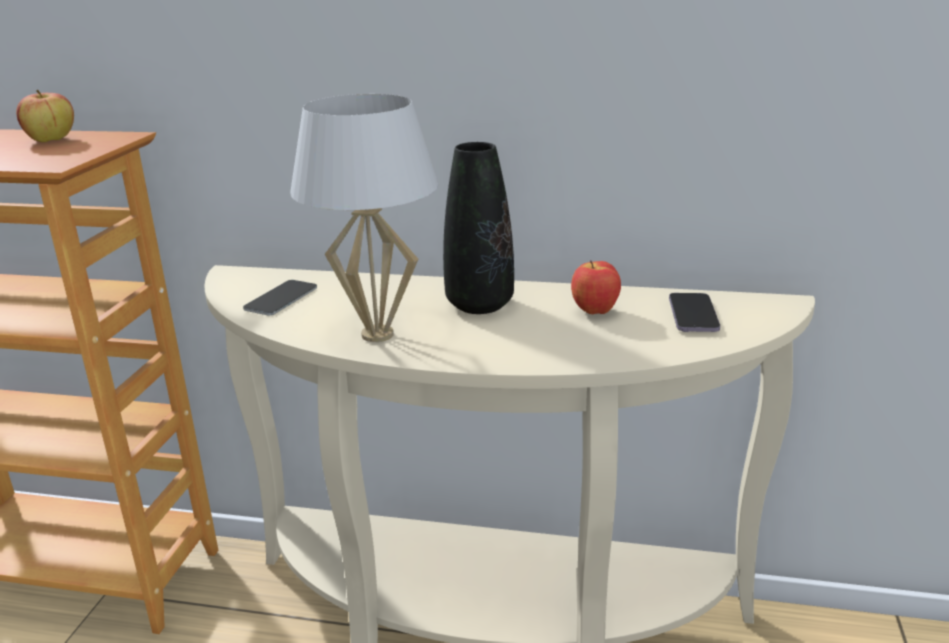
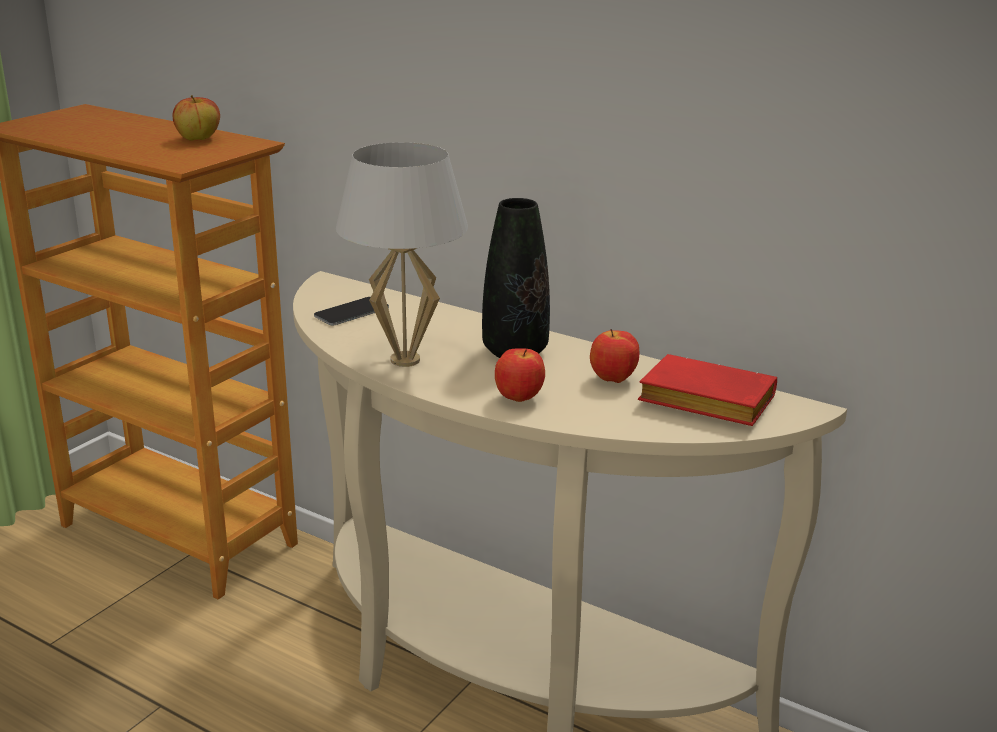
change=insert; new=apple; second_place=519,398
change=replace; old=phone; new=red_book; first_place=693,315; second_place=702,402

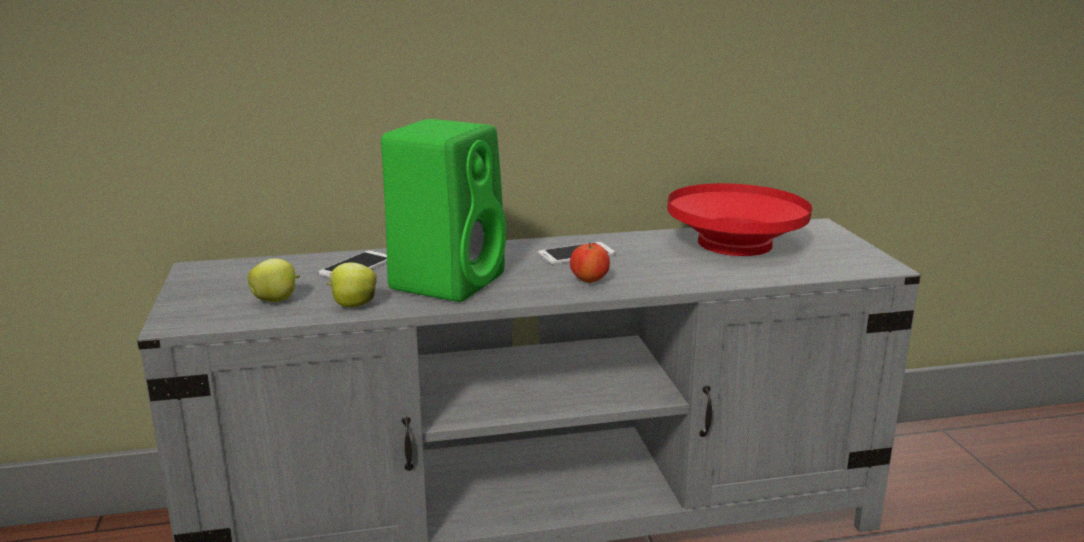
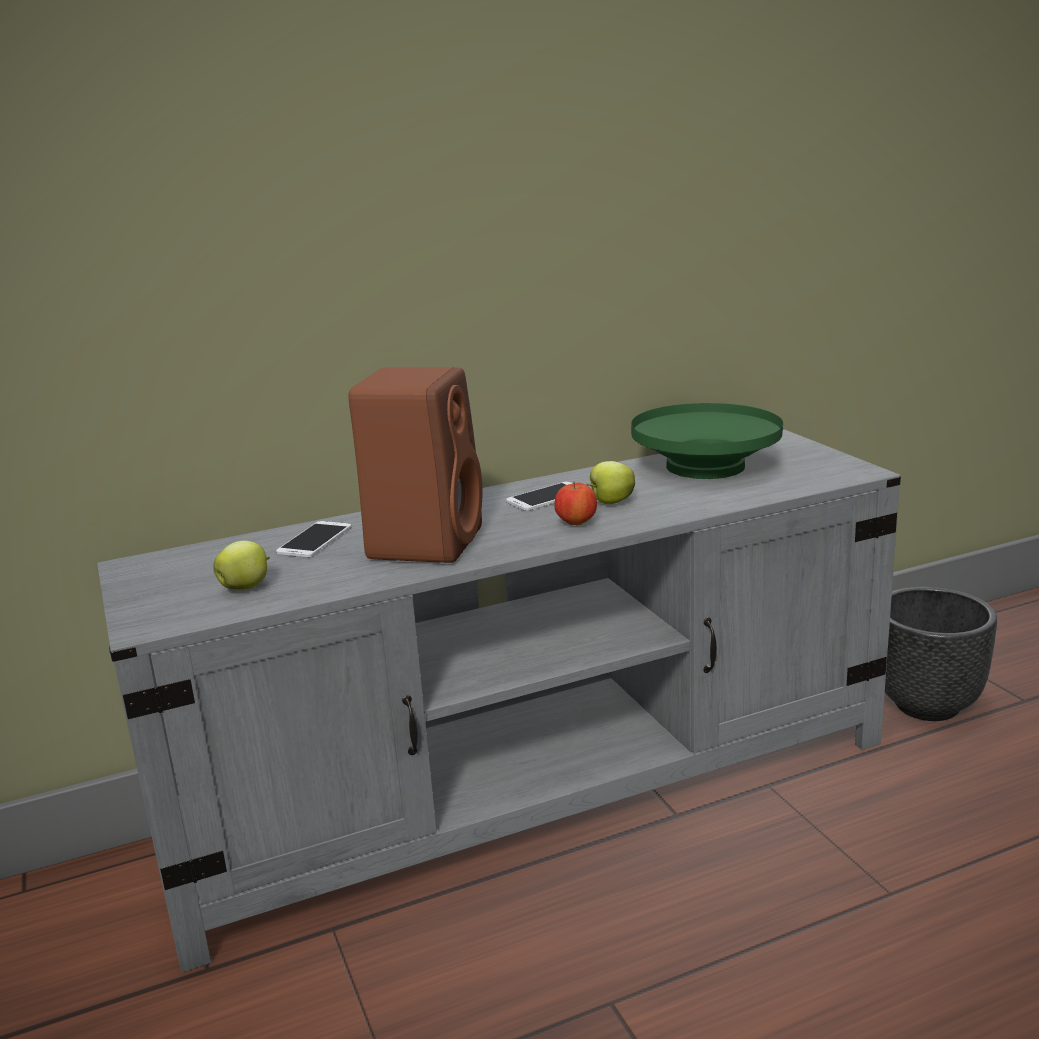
change=recolor; old=green_speaker; new=brown_speaker; first_place=448,280; second_place=425,542
change=move; old=apple; first_place=353,305; second_place=610,502
change=recolor; old=red_bowl; new=green_bowl; first_place=735,244; second_place=706,467
change=insert; new=black_planter; second_place=928,705

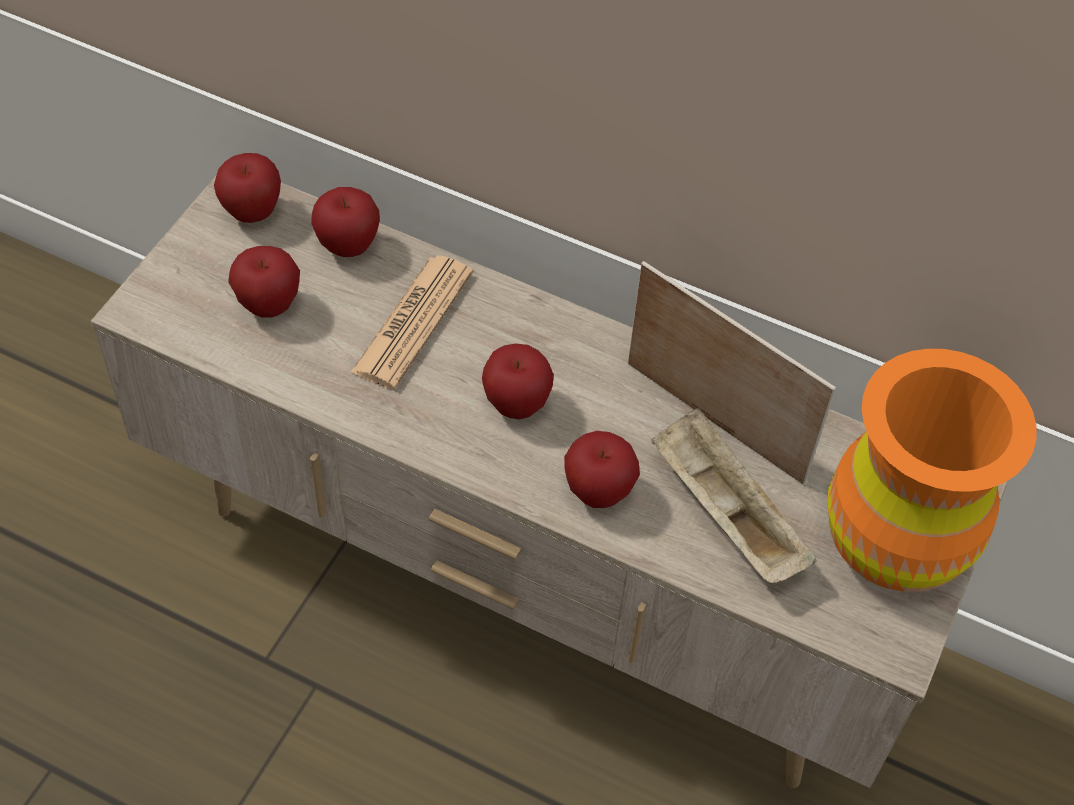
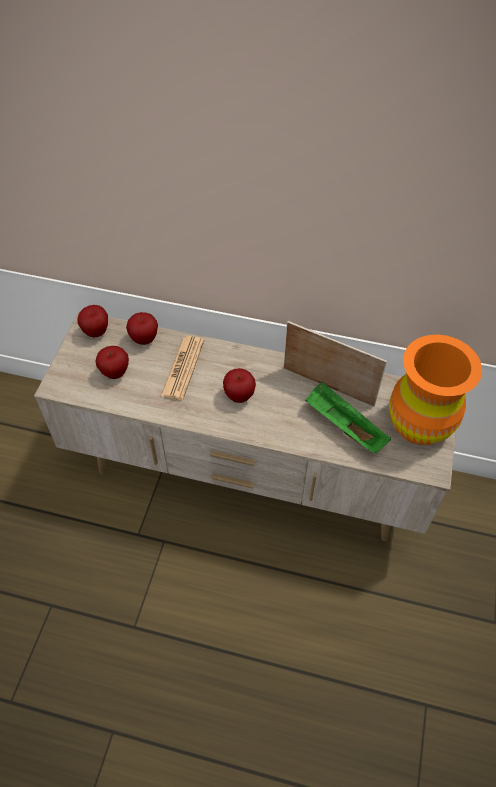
change=recolor; old=beige_tray; new=green_tray; first_place=723,513; second_place=343,426
change=delete; old=apple; first_place=598,492

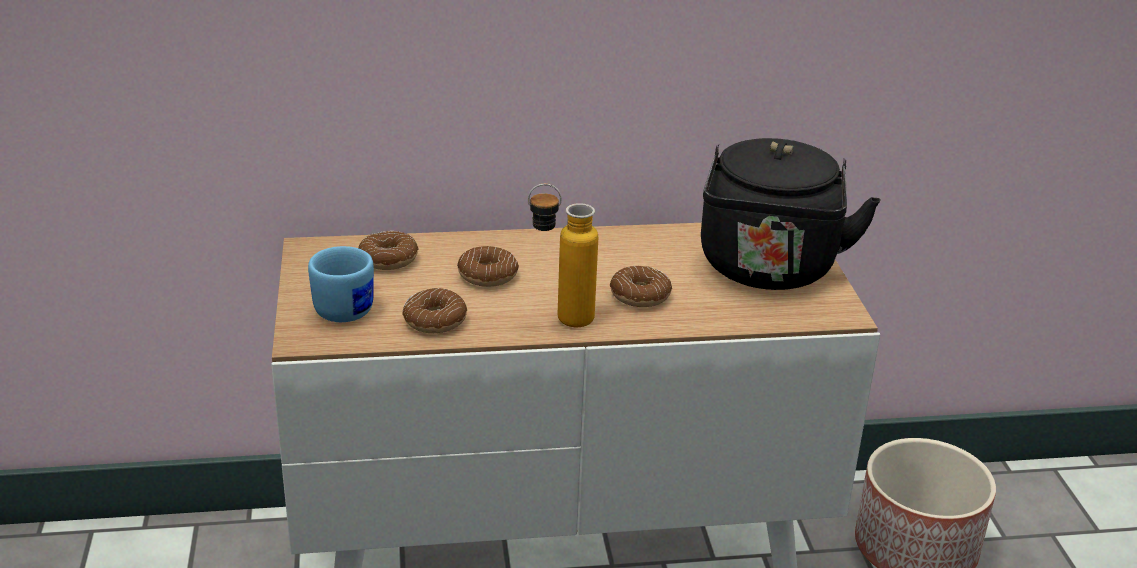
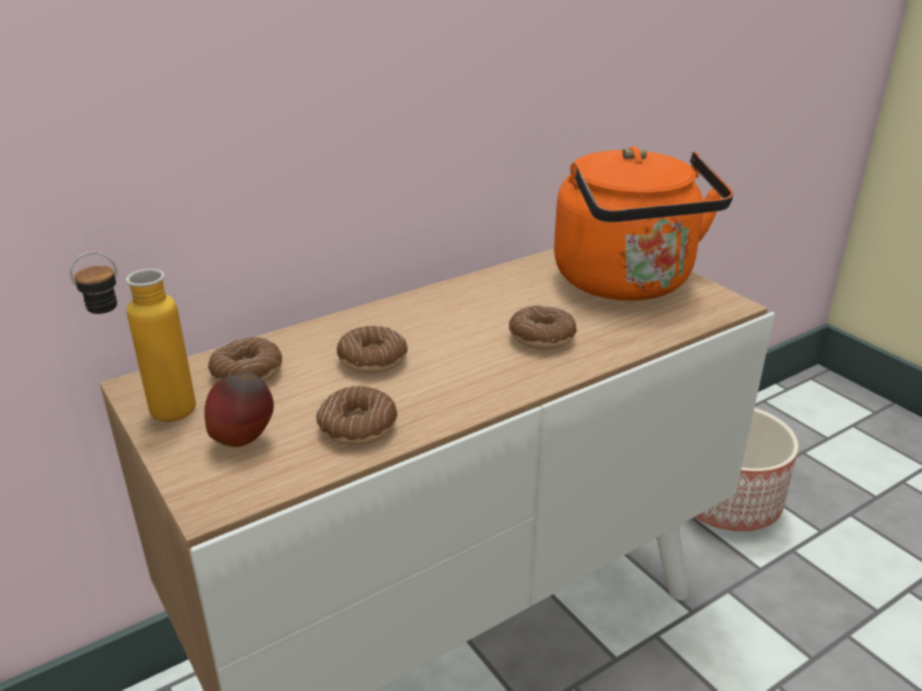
change=move; old=bottle; first_place=560,319; second_place=153,416
change=replace; old=blue_mug; new=apple; first_place=350,307; second_place=244,441
change=recolor; old=black_kettle; new=orange_kettle; first_place=768,271; second_place=628,284

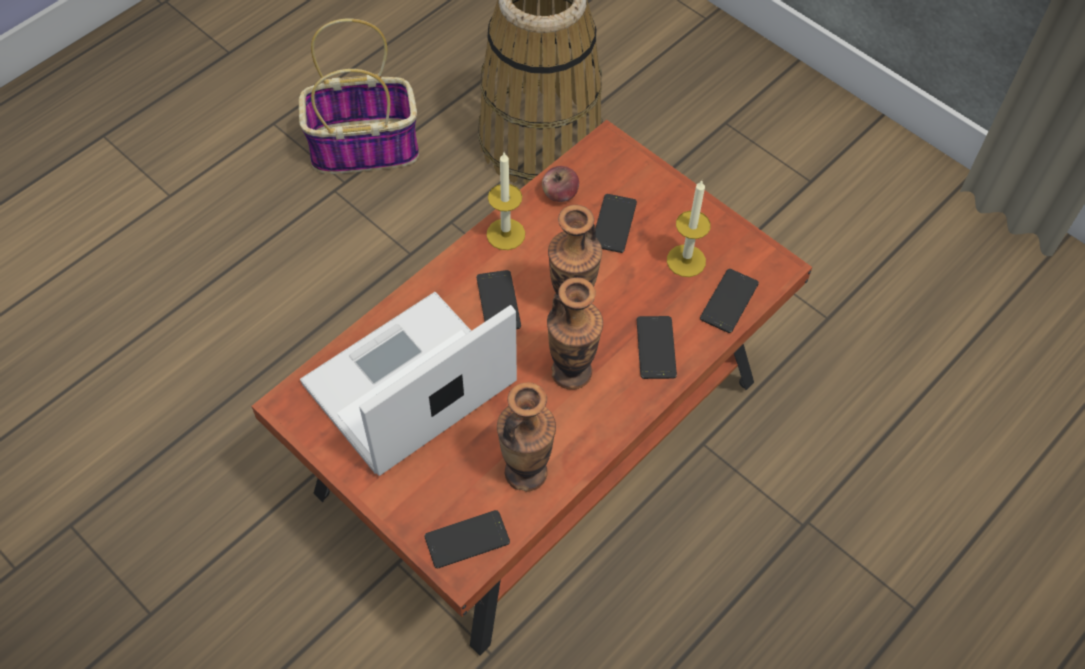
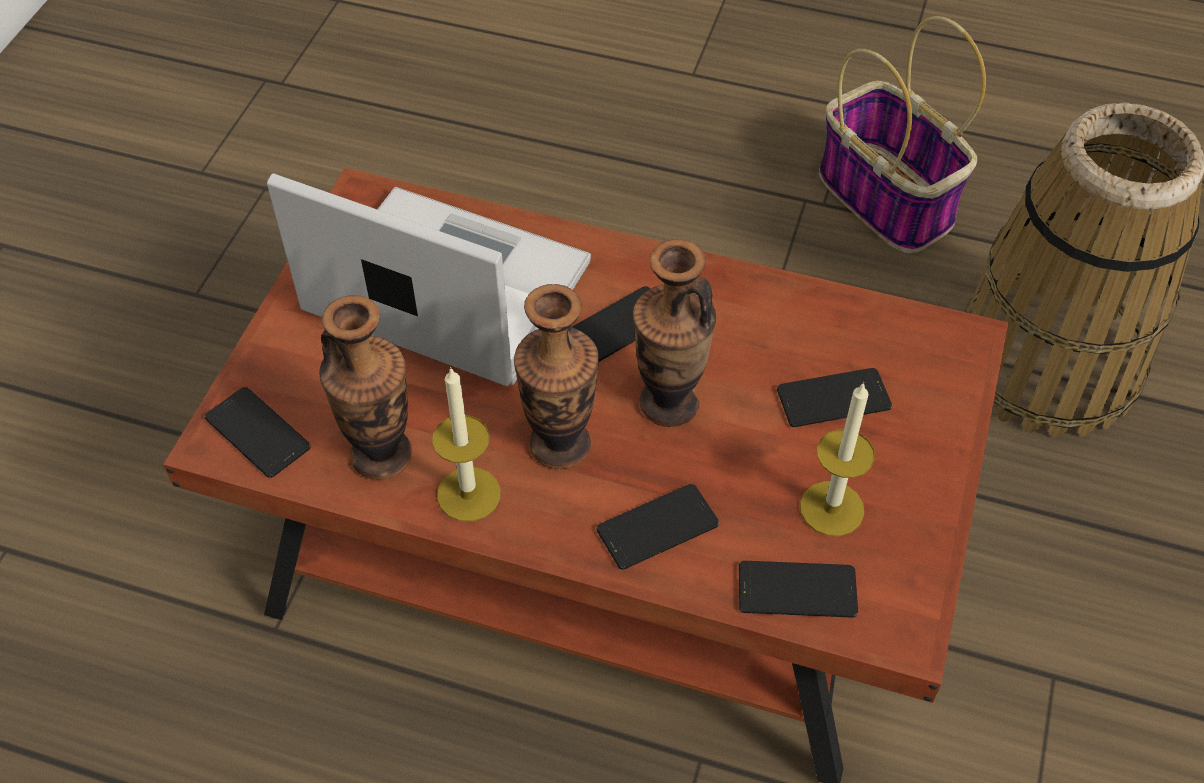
change=move; old=candle; first_place=505,234; second_place=468,494
change=delete; old=apple; first_place=560,194

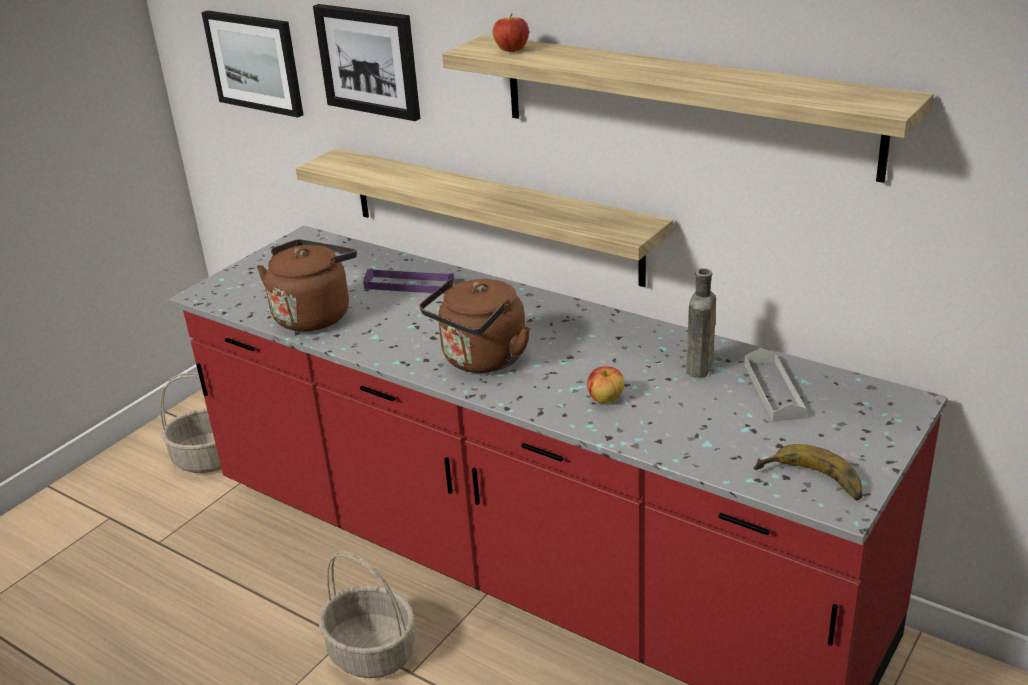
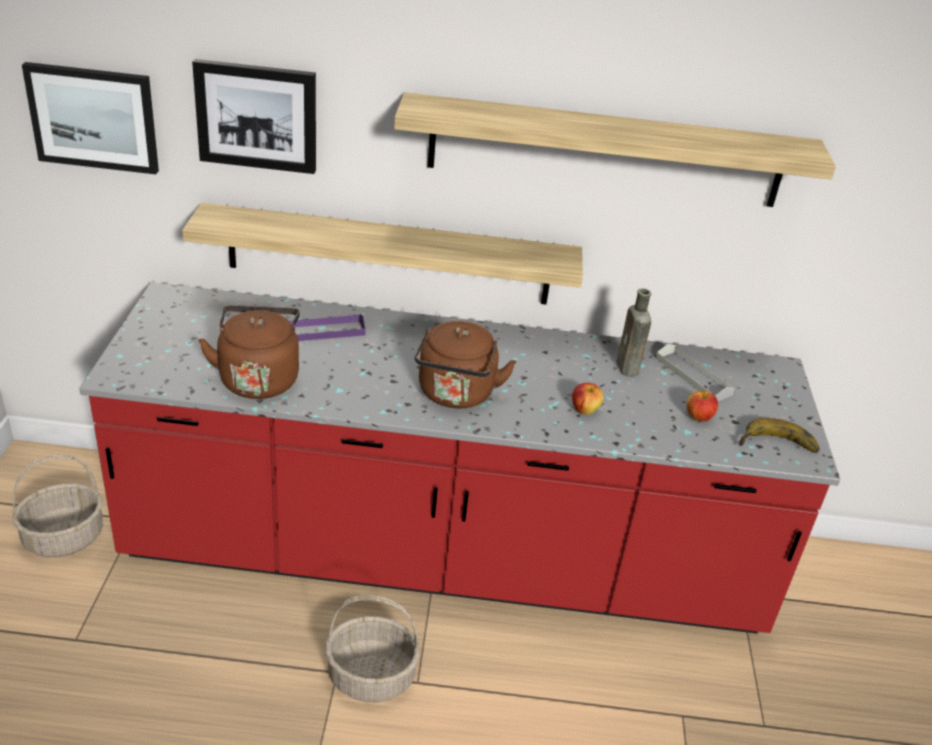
change=move; old=apple; first_place=511,50; second_place=699,417

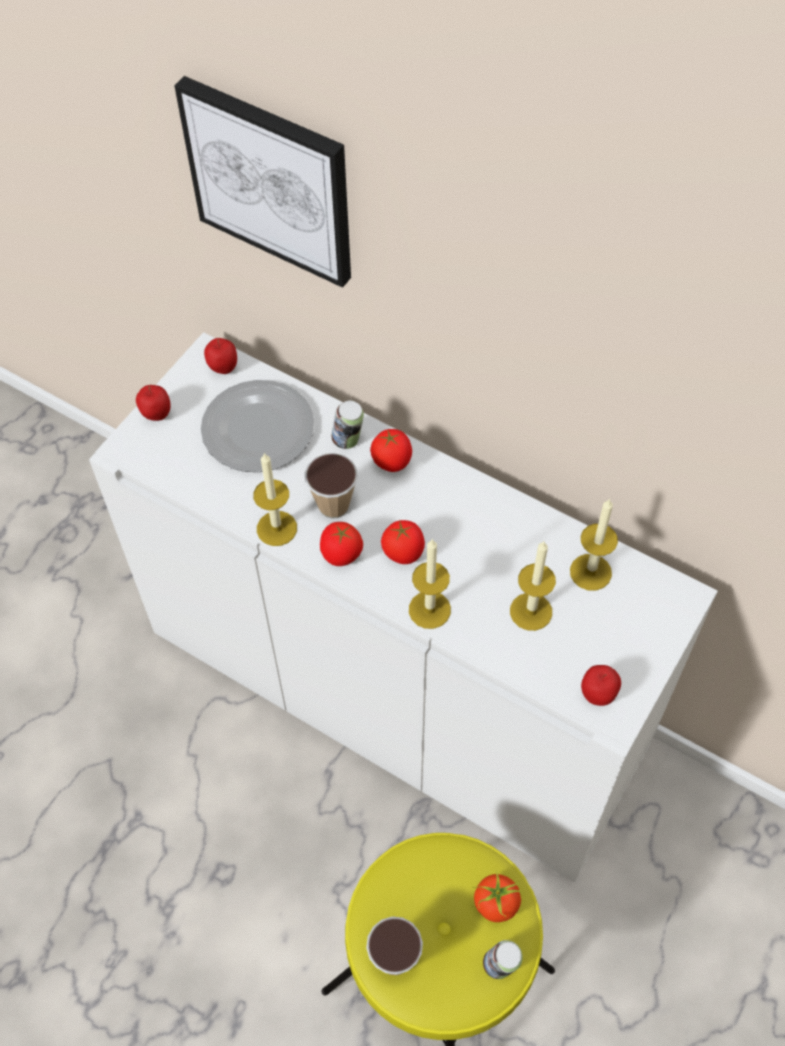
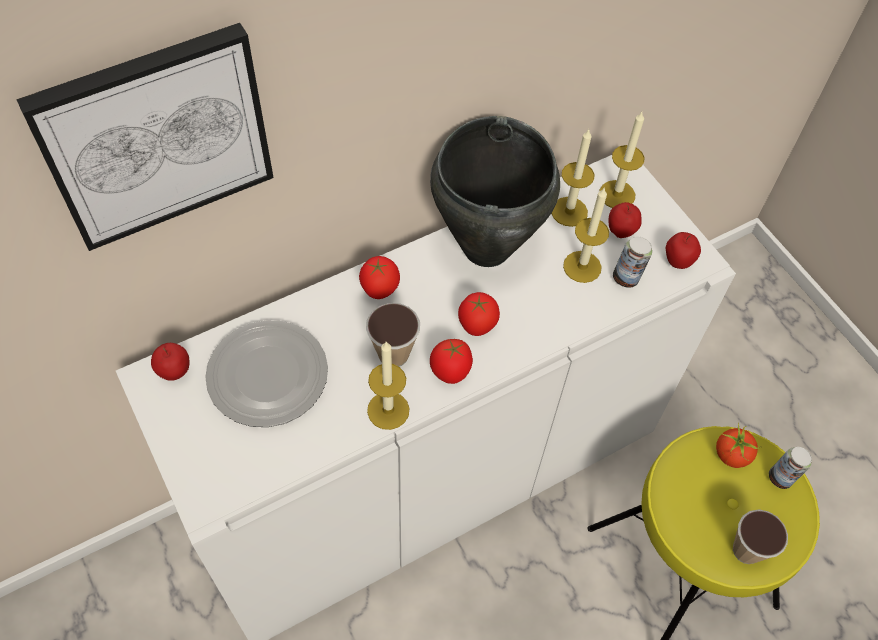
change=insert; new=black_cooking_pot; second_place=485,248
change=move; old=candle; first_place=429,609; second_place=617,194
change=move; old=apple; first_place=157,415; second_place=620,232
change=move; old=can; first_place=348,440; second_place=627,277

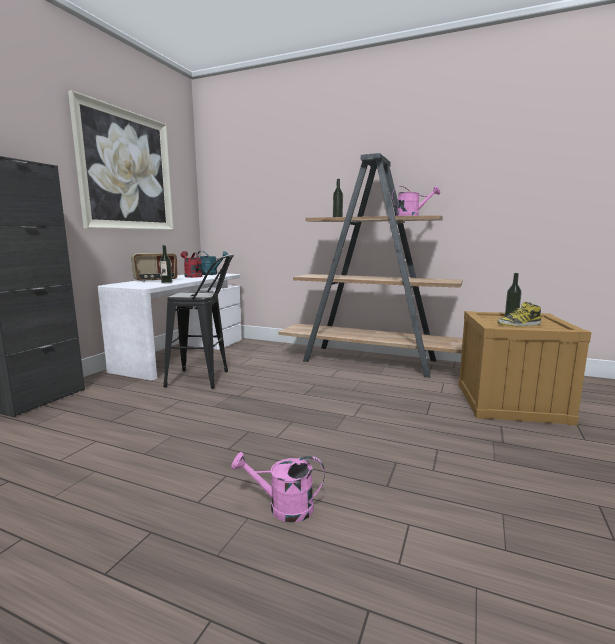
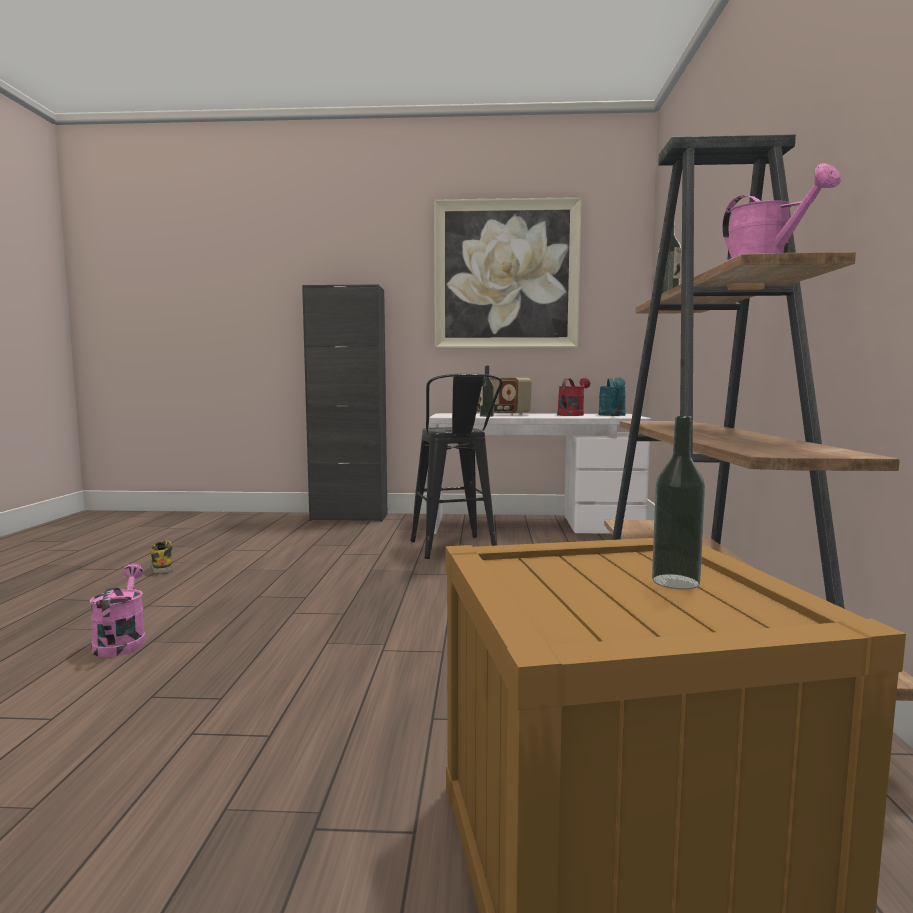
change=move; old=boot; first_place=519,324; second_place=162,566

